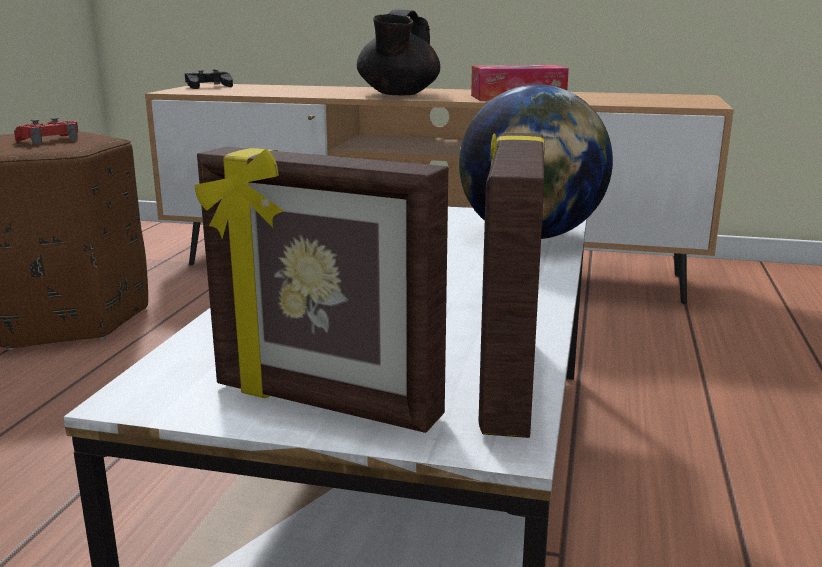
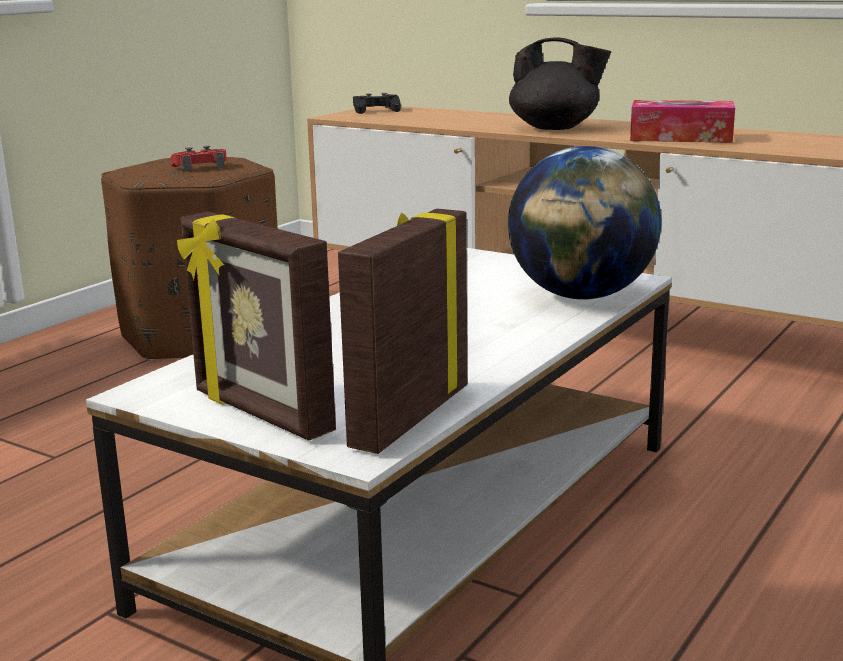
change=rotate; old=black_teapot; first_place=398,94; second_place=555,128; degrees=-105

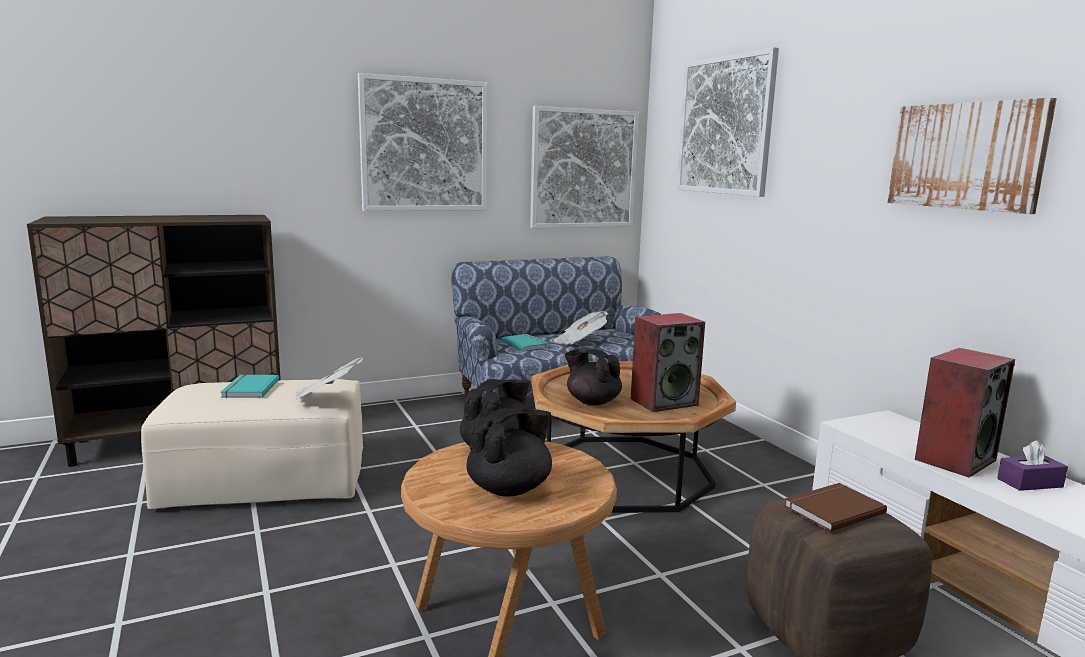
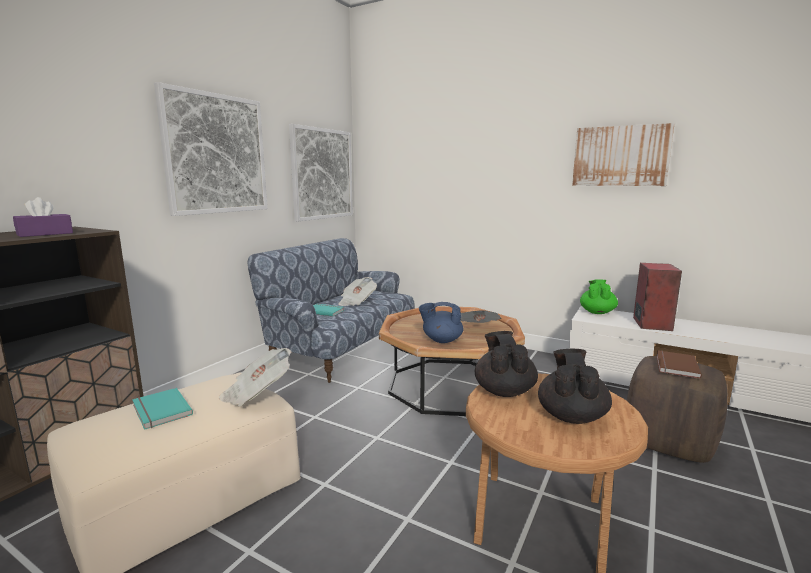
change=move; old=purple_tissue_box; first_place=1029,483; second_place=45,234
change=recolor; old=black_teapot; new=blue_teapot; first_place=592,401; second_place=441,340
change=replace; old=speaker; new=newspaper; first_place=664,401; second_place=477,329
change=insert; new=green_teapot; second_place=597,312
change=delete; old=picture; first_place=725,126

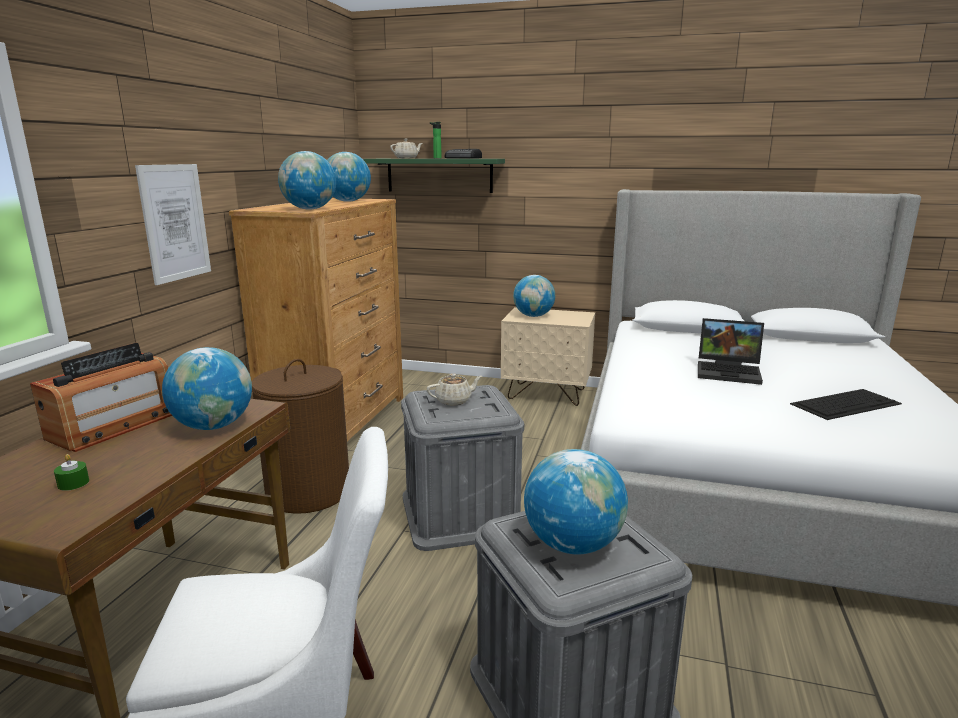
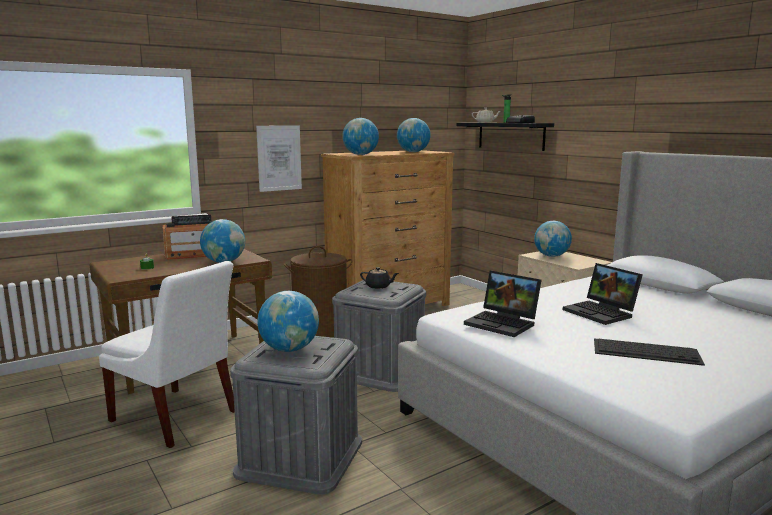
change=recolor; old=beige_teapot; new=black_teapot; first_place=454,401; second_place=378,286
change=recolor; old=green_shelf; new=black_shelf; first_place=439,175; second_place=510,136
change=insert; new=laptop; second_place=503,323

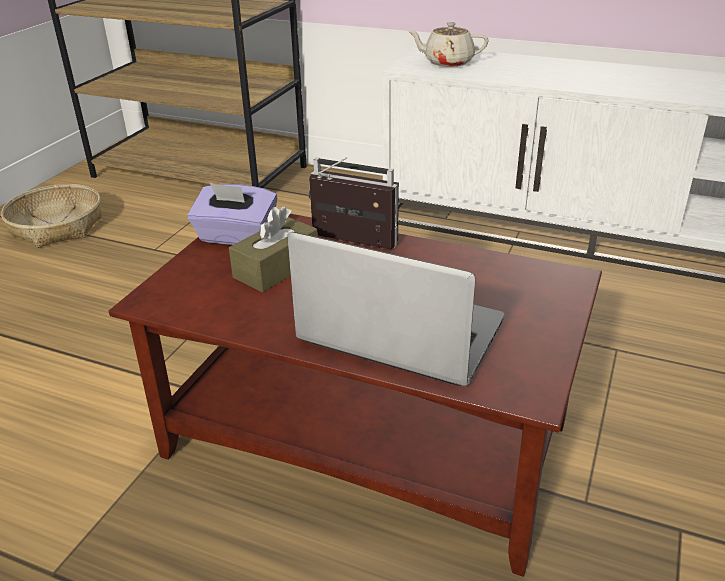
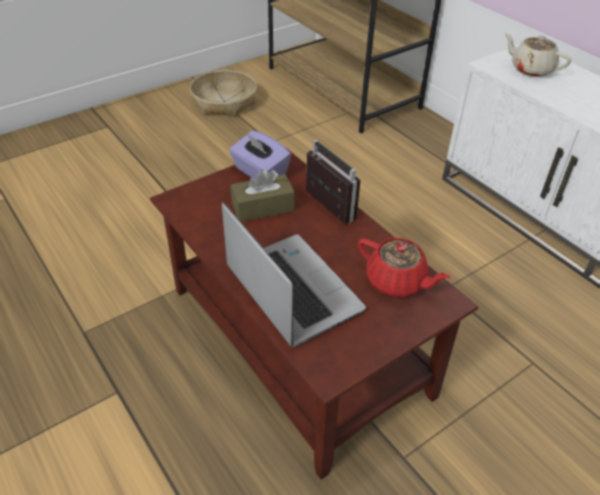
change=insert; new=red_teapot; second_place=397,281

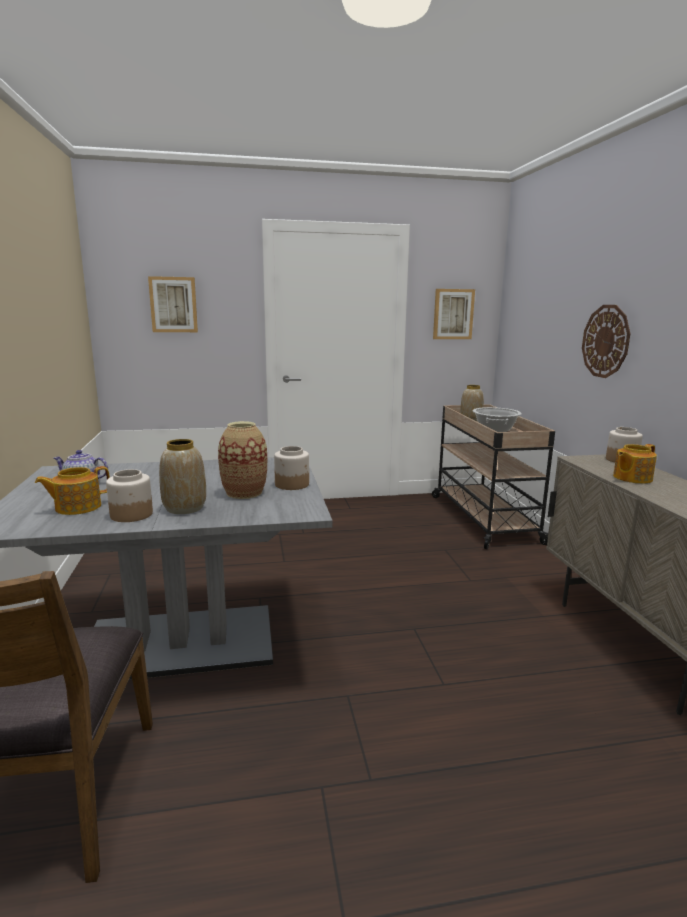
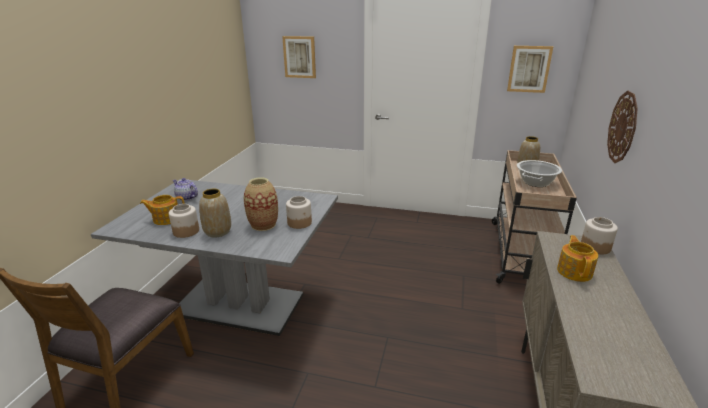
change=rotate; old=teapot; first_place=631,478; second_place=574,271; degrees=105

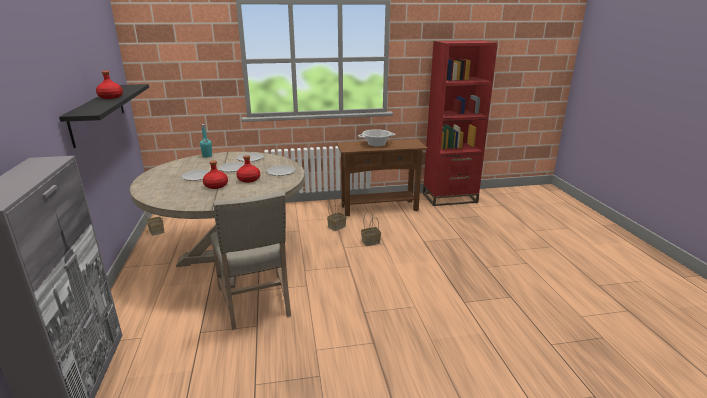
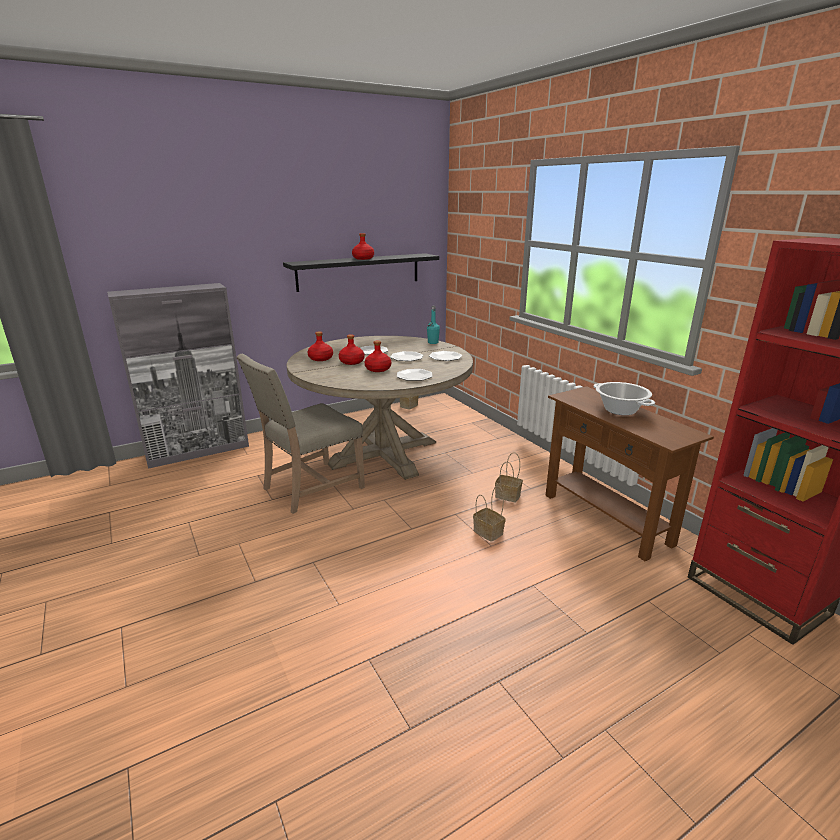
change=insert; new=red_bottle; second_place=321,358

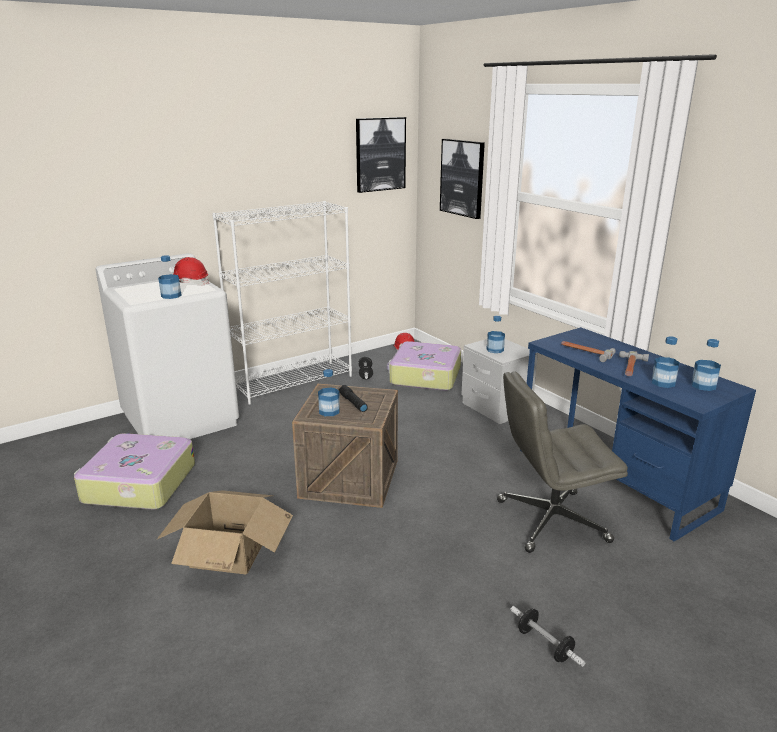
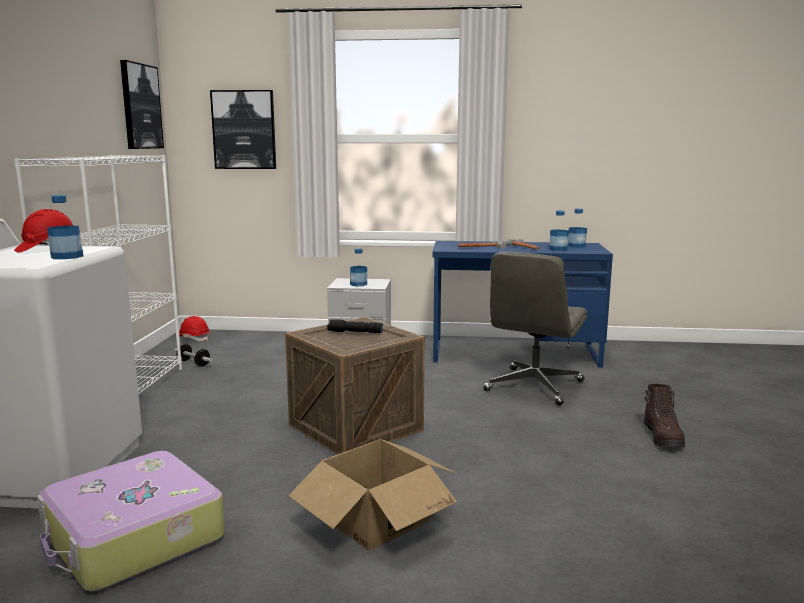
change=replace; old=dumbbell; new=brown_boot; first_place=544,645; second_place=663,437
change=delete; old=bottle; first_place=329,411
change=delete; old=suitcase; first_place=424,376

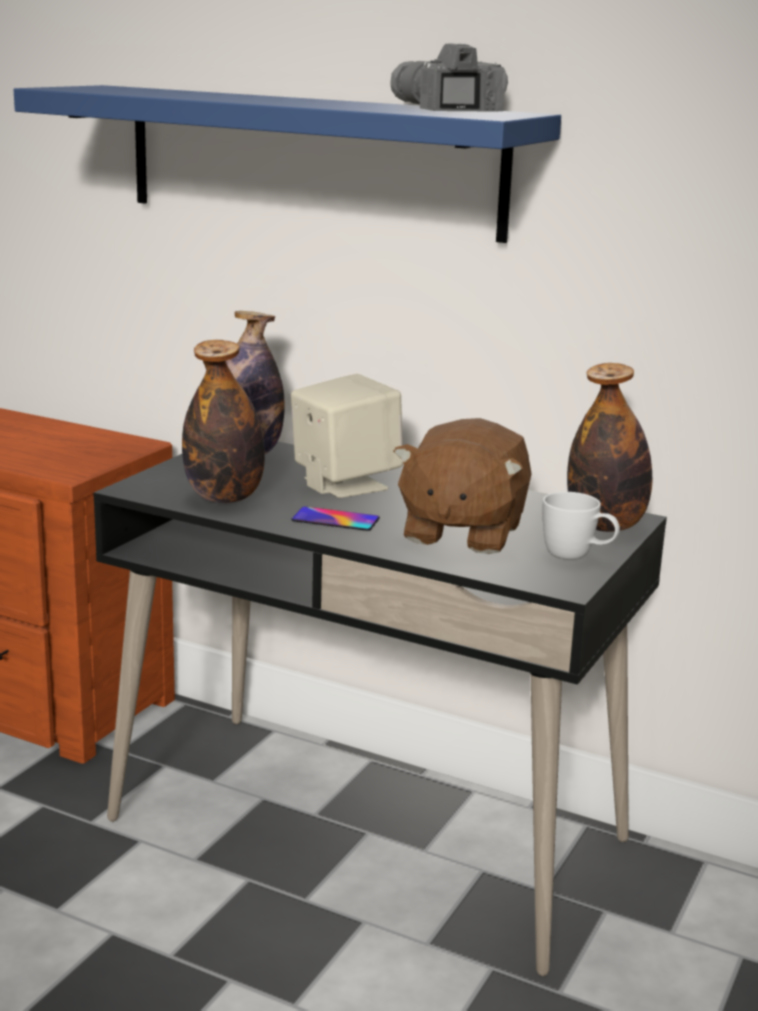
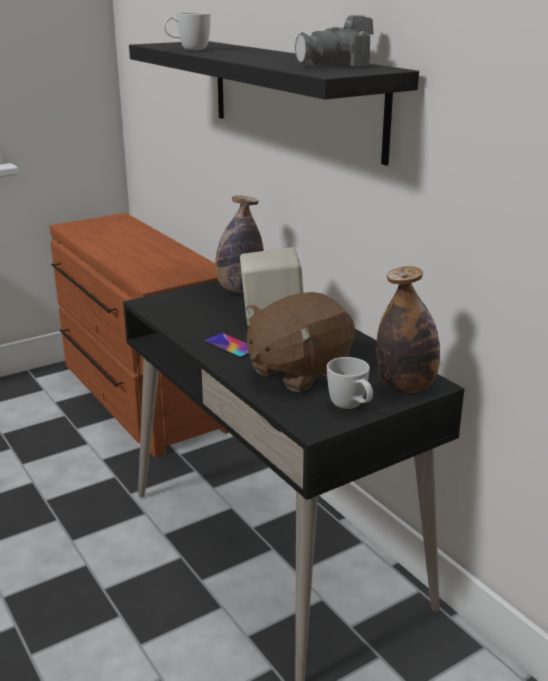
change=recolor; old=blue_shelf; new=black_shelf; first_place=311,160; second_place=293,96
change=insert; new=white_mug; second_place=188,50
change=rotate; old=photo_camera; first_place=444,109; second_place=336,65; degrees=-105
change=delete; old=bottle; first_place=224,497

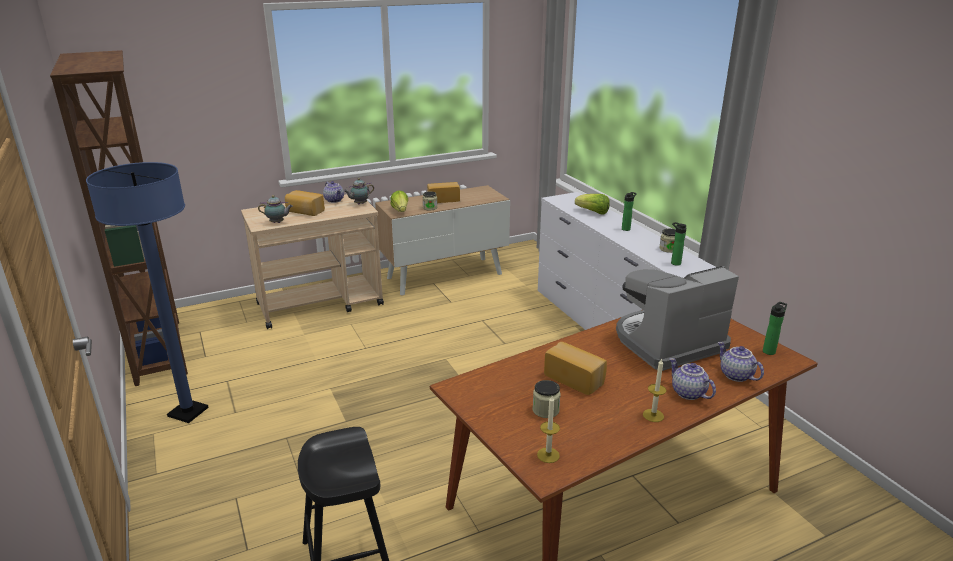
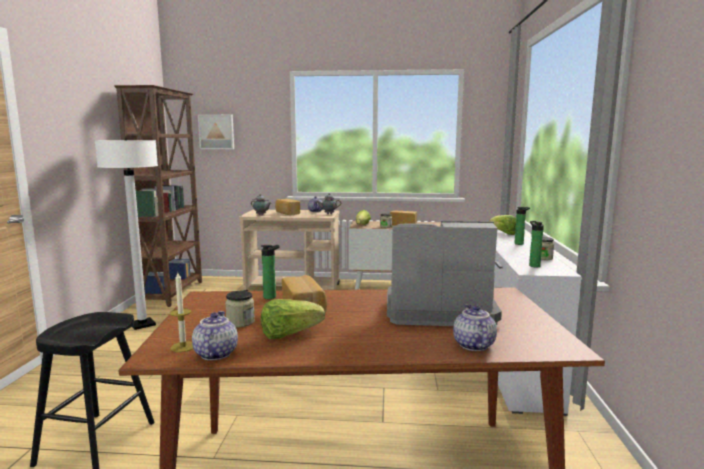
change=recolor; old=blue_floor_lamp; new=white_floor_lamp; first_place=188,412; second_place=142,325
change=move; old=teapot; first_place=687,393; second_place=215,354
change=insert; new=picture; second_place=216,132
change=move; old=bottle; first_place=769,351; second_place=271,297
change=insert; new=lettuce; second_place=289,334
change=delete; old=candle; first_place=653,415

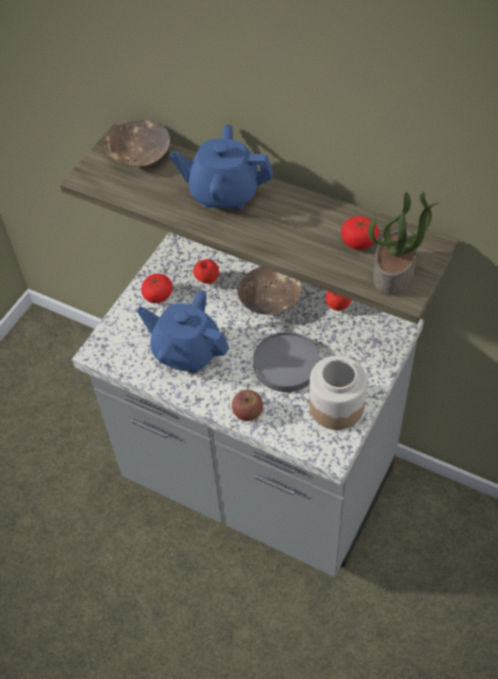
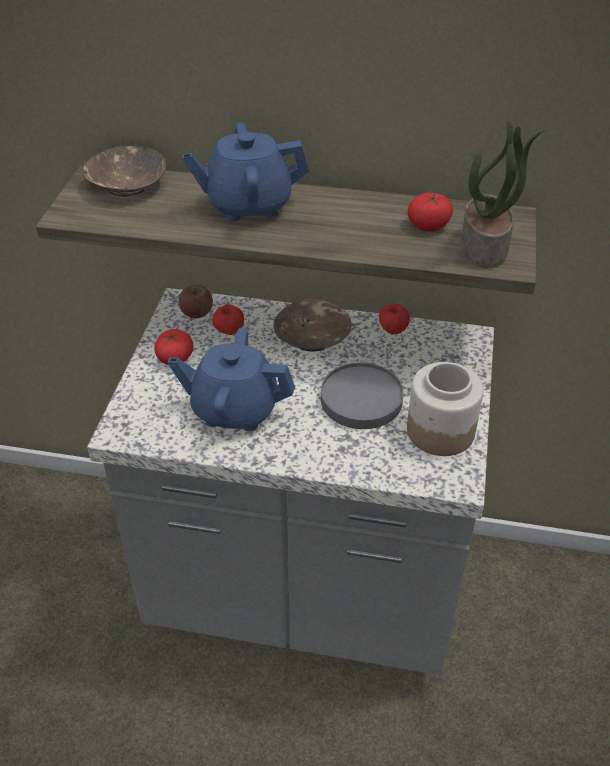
change=move; old=apple; first_place=247,412; second_place=197,312

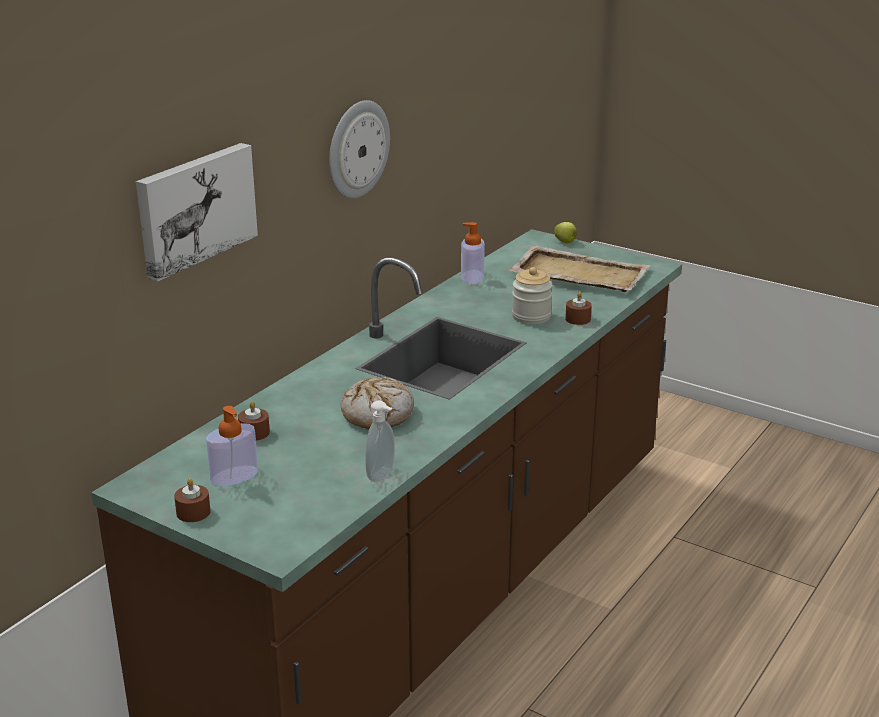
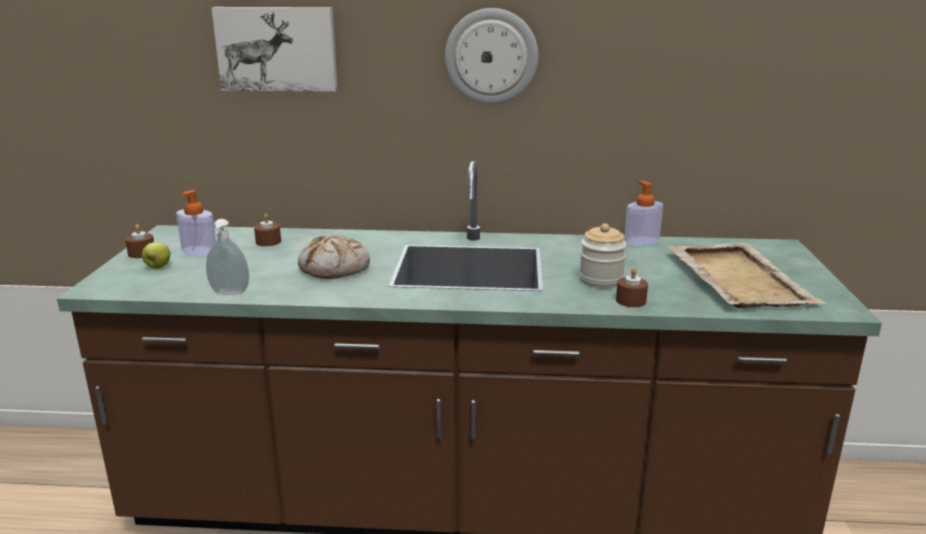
change=move; old=apple; first_place=565,242; second_place=158,267

